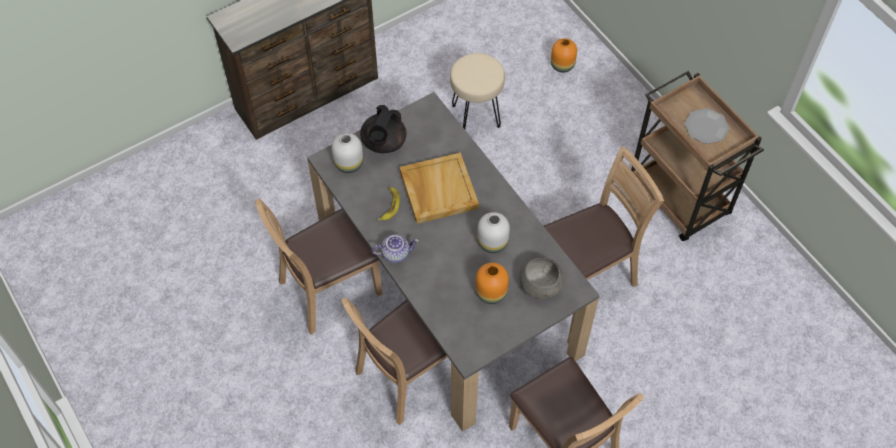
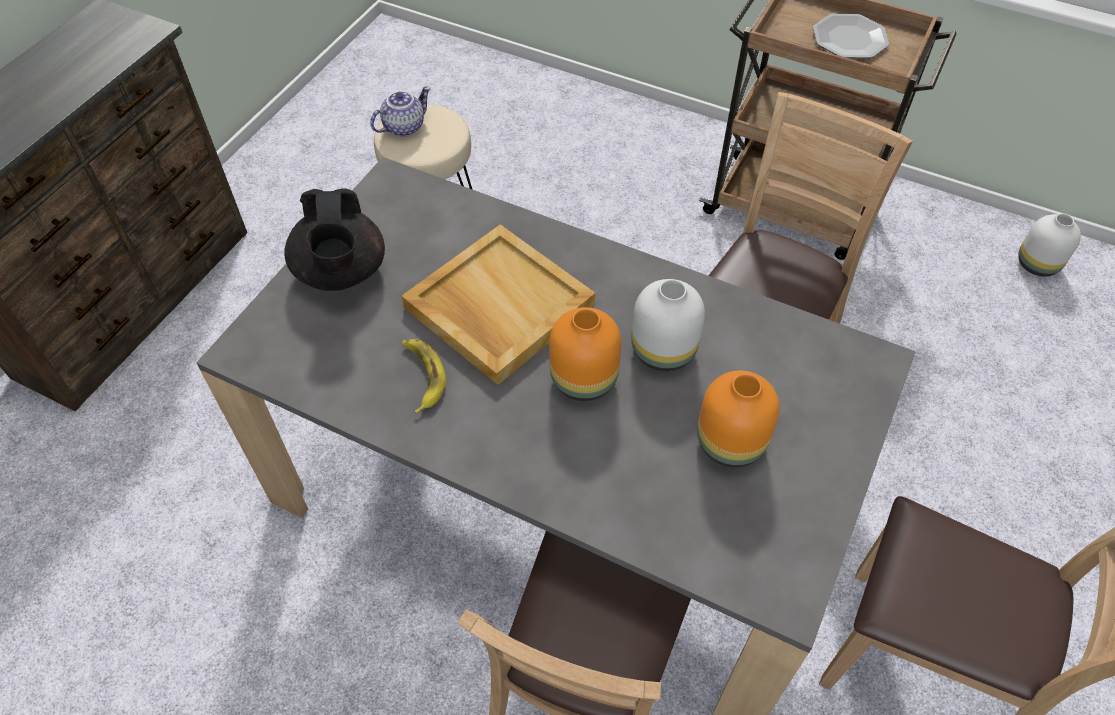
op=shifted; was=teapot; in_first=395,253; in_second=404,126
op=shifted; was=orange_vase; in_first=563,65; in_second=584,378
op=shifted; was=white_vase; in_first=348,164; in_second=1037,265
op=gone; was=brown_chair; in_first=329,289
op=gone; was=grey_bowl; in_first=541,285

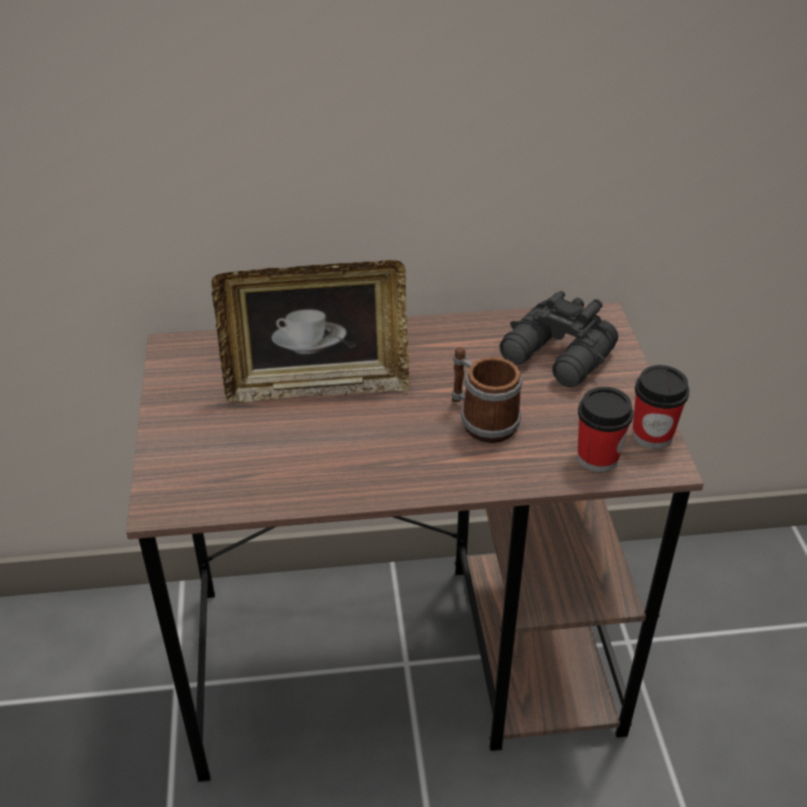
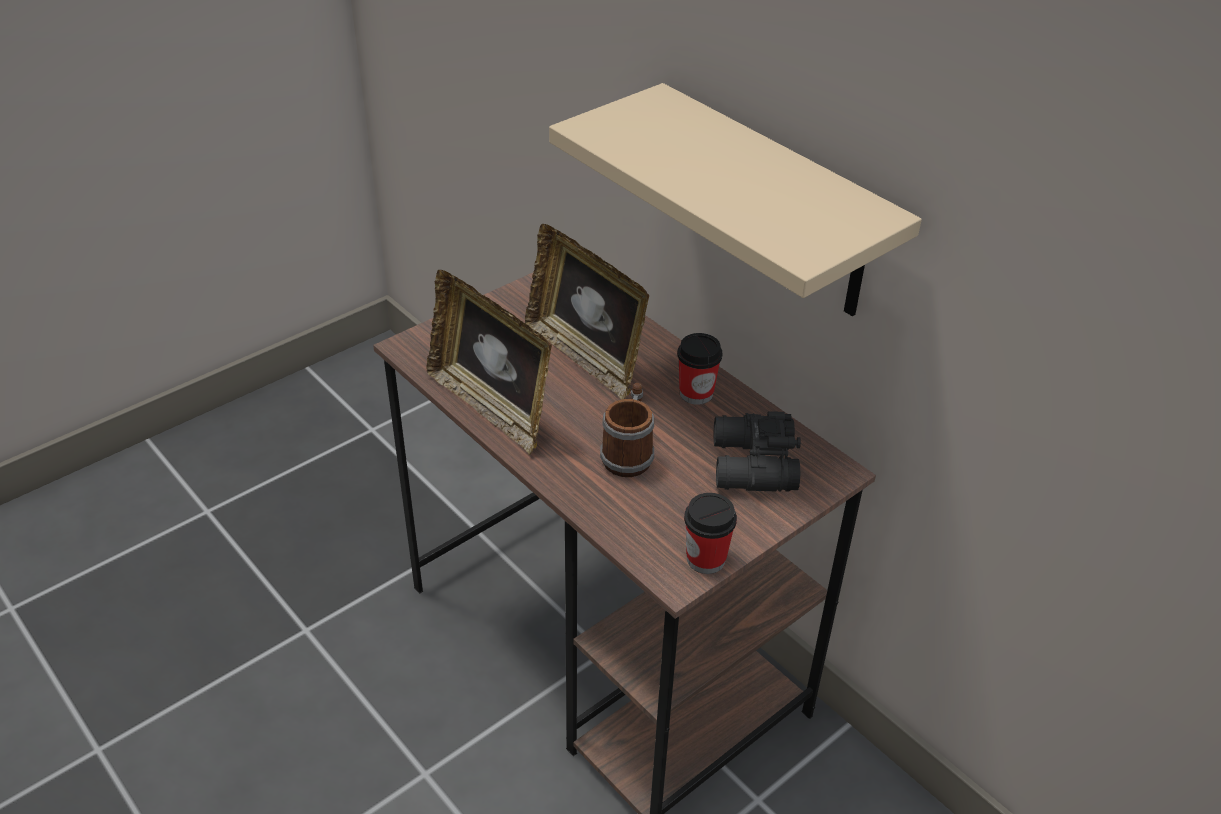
op=new; now=picture_frame; in_second=491,407
op=new; now=beige_shelf; in_second=774,205
op=shifted; was=cup; in_first=597,458; in_second=696,393

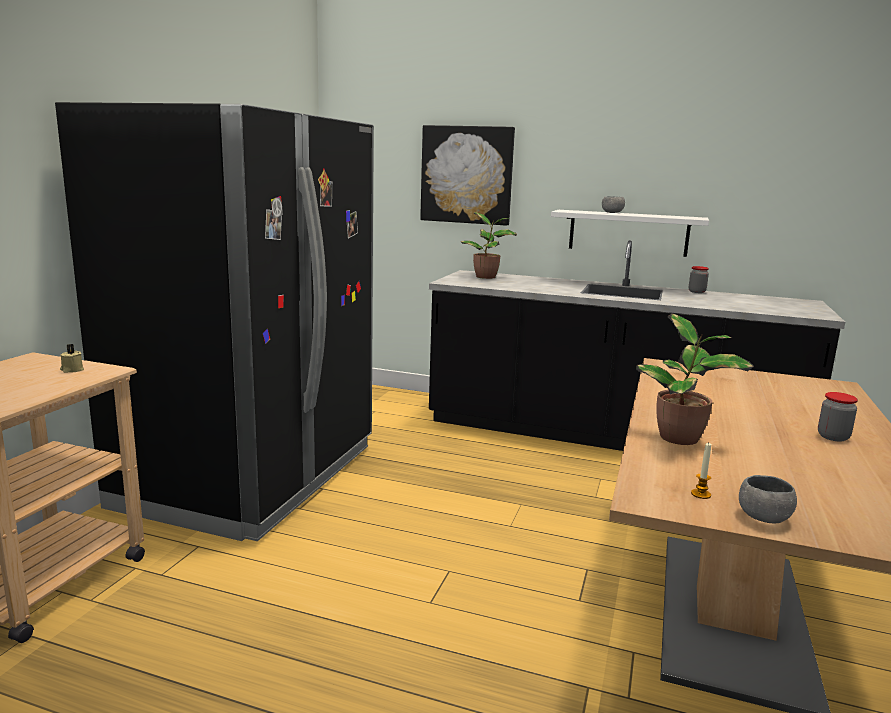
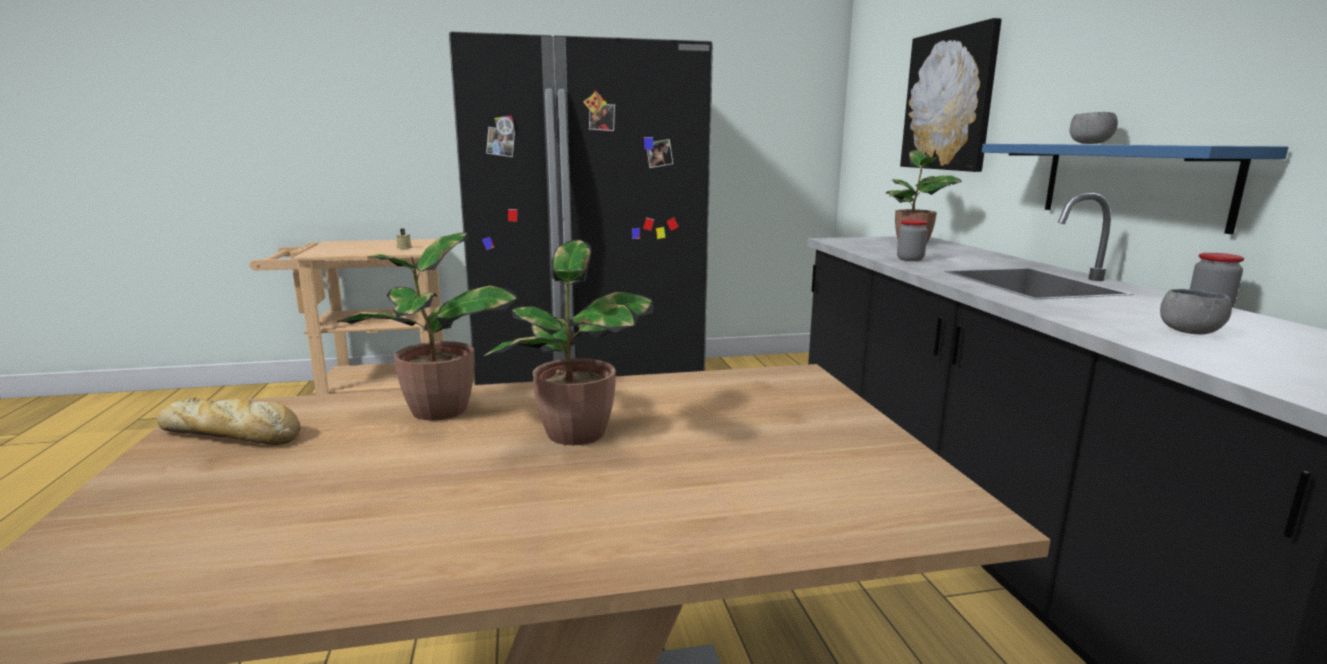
op=swapped; was=candle; now=bread; in_first=700,494; in_second=233,434
op=new; now=potted_plant; in_second=576,435
op=shifted; was=jar; in_first=833,437; in_second=910,259
op=repainted; was=white_shelf; now=blue_shelf; in_first=628,233; in_second=1133,183
op=shifted; was=grey_bowl; in_first=763,518; in_second=1189,332

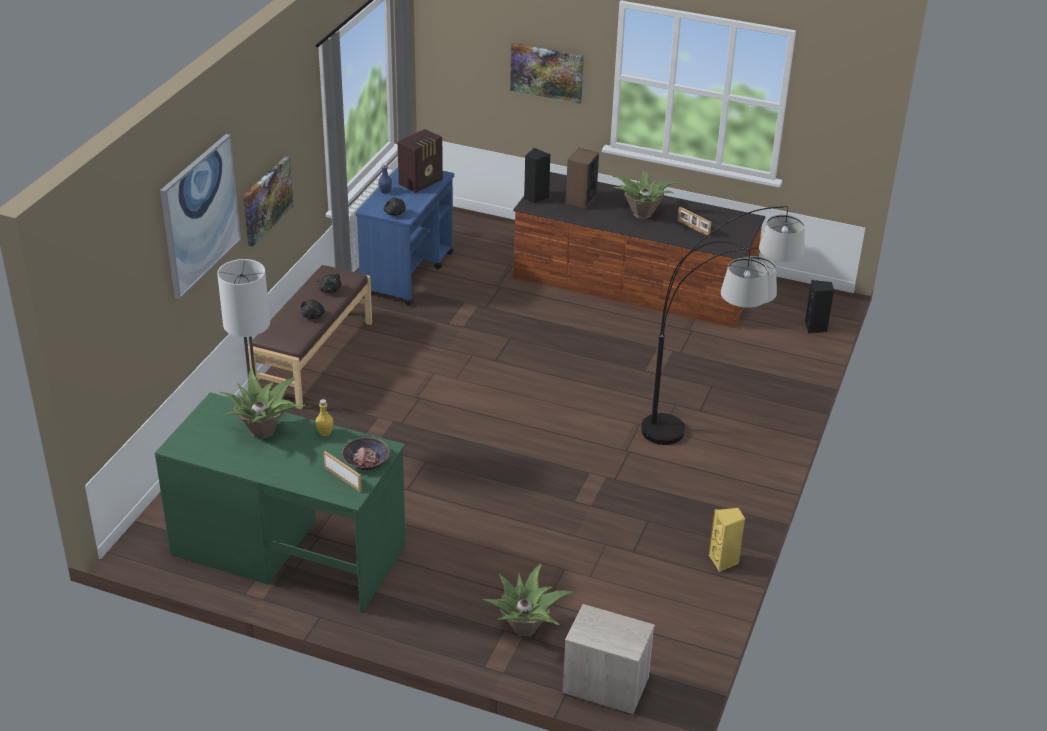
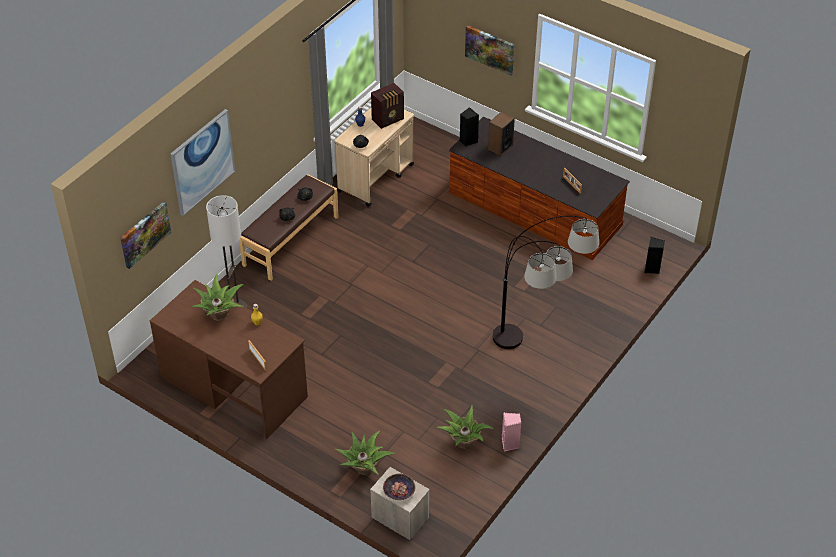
op=shifted; was=picture; in_first=266,200; in_second=144,234
op=repainted; was=green_desk; now=brown_desk; in_first=288,549; in_second=234,386
op=repainted; was=blue_cart; now=beige_cart; in_first=407,273; in_second=376,177
op=shifted; was=bowl; in_first=366,460; in_second=399,491
op=shifted; was=potted_plant; in_first=641,214; in_second=463,442
op=repainted; was=yellow_speaker; now=pink_speaker; in_first=724,561; in_second=510,444

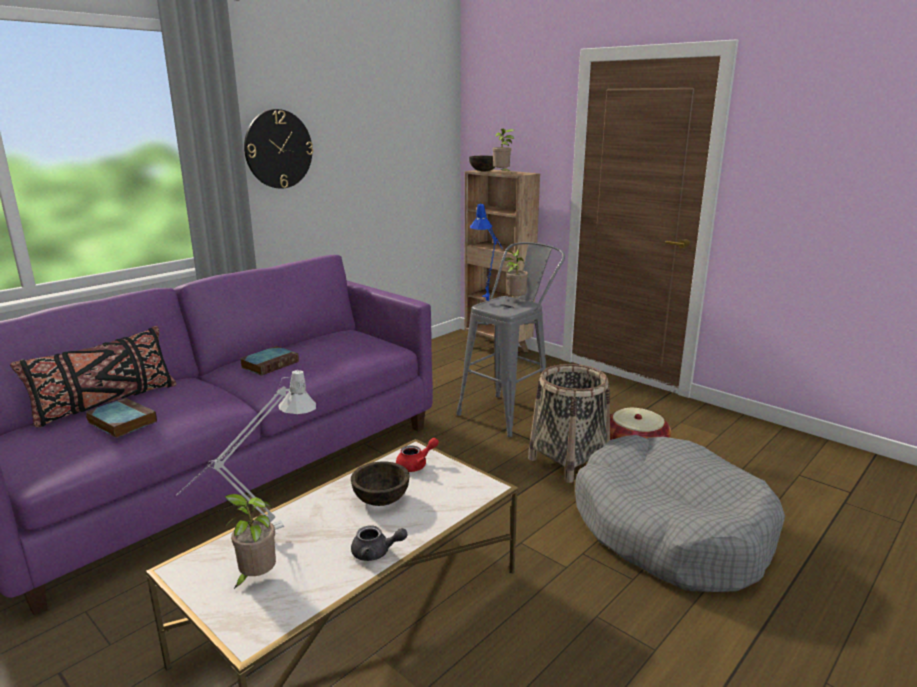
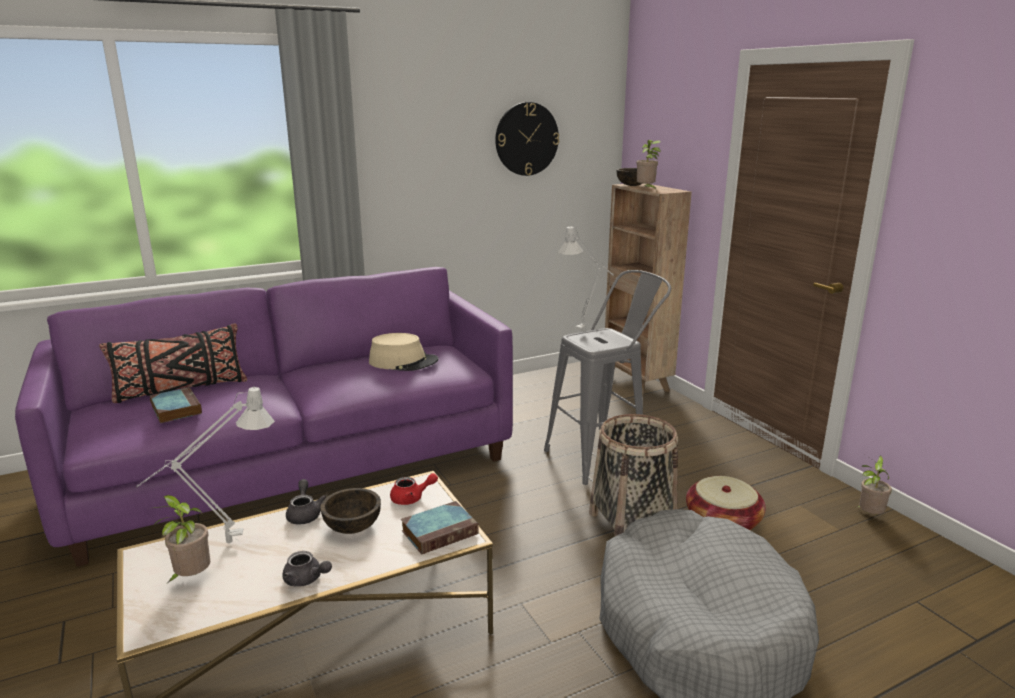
op=new; now=grey_teapot; in_second=305,514
op=new; now=beige_hat; in_second=403,362
op=shifted; was=book; in_first=270,364; in_second=440,531
op=shifted; was=wall_clock; in_first=278,149; in_second=526,139
op=repainted; was=blue_table_lamp; now=grey_table_lamp; in_first=489,300; in_second=586,331
op=shifted; was=potted_plant; in_first=515,300; in_second=868,515

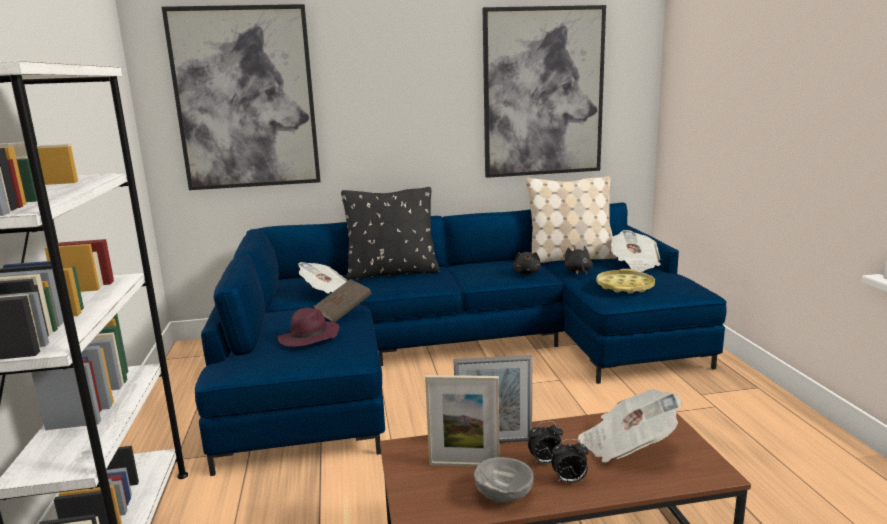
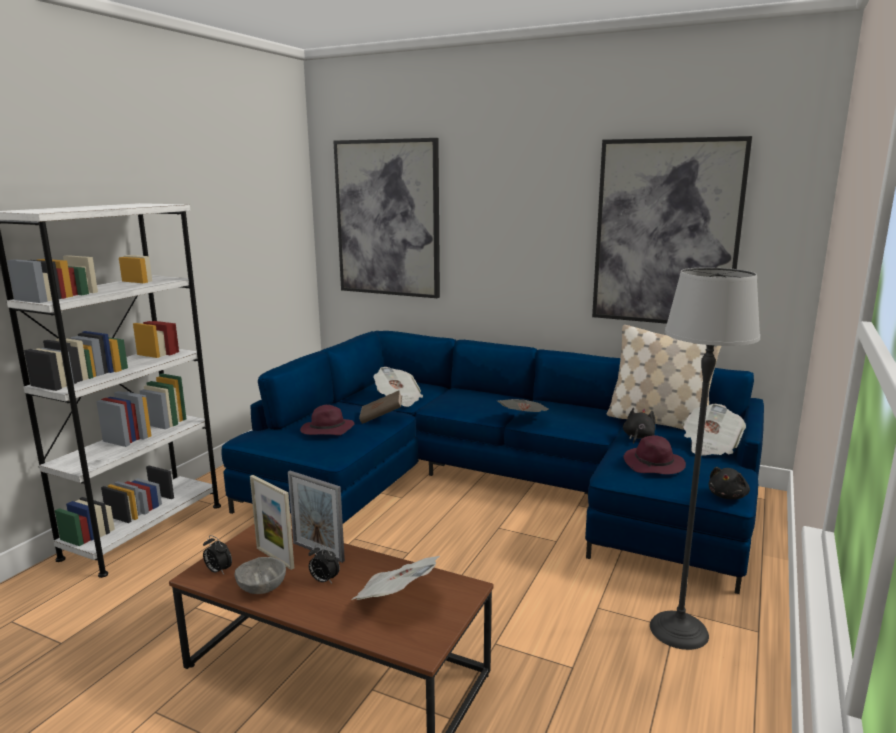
op=shifted; was=alarm_clock; in_first=569,481; in_second=218,571
op=new; now=newspaper; in_second=523,419
op=swapped; was=yellow_tray; now=purple_hat; in_first=625,286; in_second=654,465
op=new; now=floor_lamp; in_second=679,630
op=shifted; was=black_plush_toy; in_first=527,273; in_second=728,496
op=gone; was=black_pillow; in_first=392,273

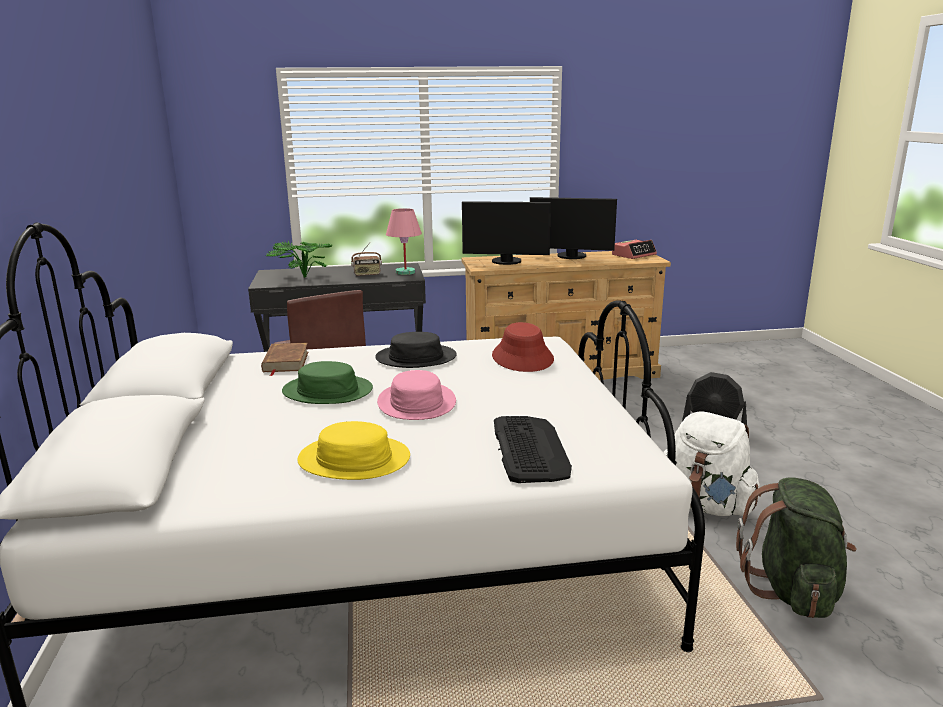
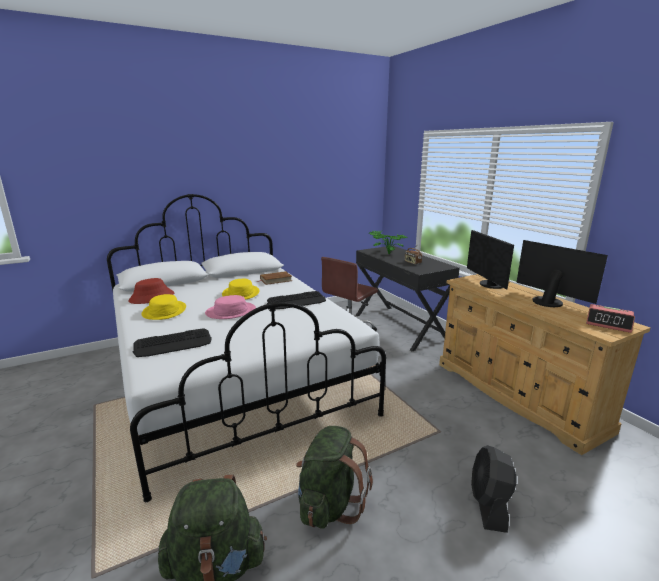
op=shifted; was=red_hat; in_first=523,358; in_second=152,297
op=repainted; was=green_hat; now=yellow_hat; in_first=328,391; in_second=241,293
op=swapped; was=black_hat; now=keyboard; in_first=416,357; in_second=297,301
op=repainted; was=white_backpack; now=green_backpack; in_first=705,505; in_second=329,504
op=rotated; was=monitor; in_first=571,256; in_second=548,301; clockwise=150
op=gone; was=pink_table_lamp; in_first=405,272

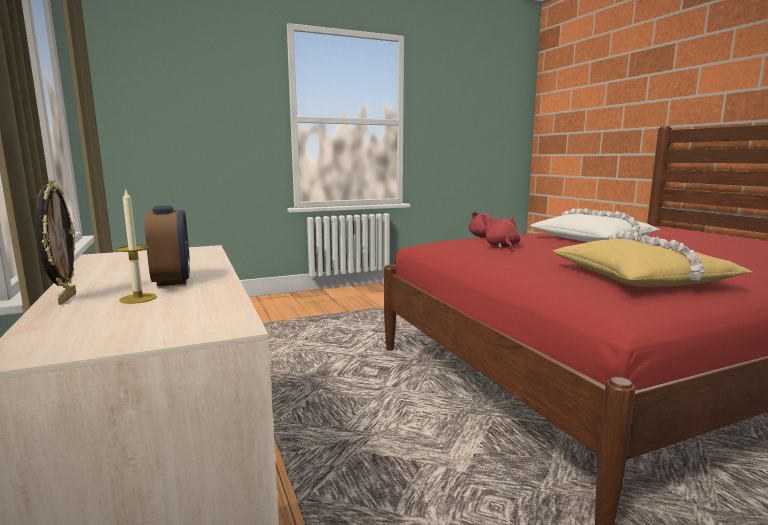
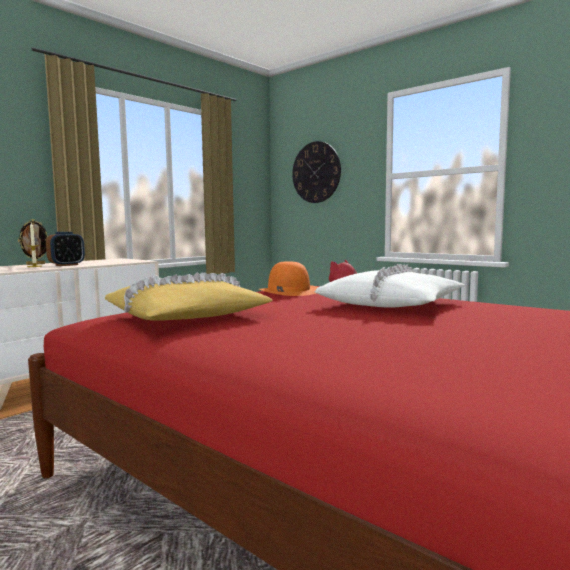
op=swapped; was=red_plush_toy; now=orange_hat; in_first=502,246; in_second=288,291
op=new; now=wall_clock; in_second=316,172

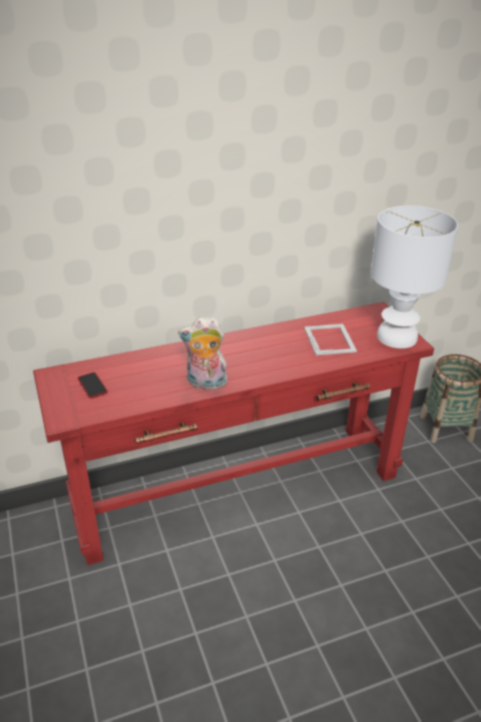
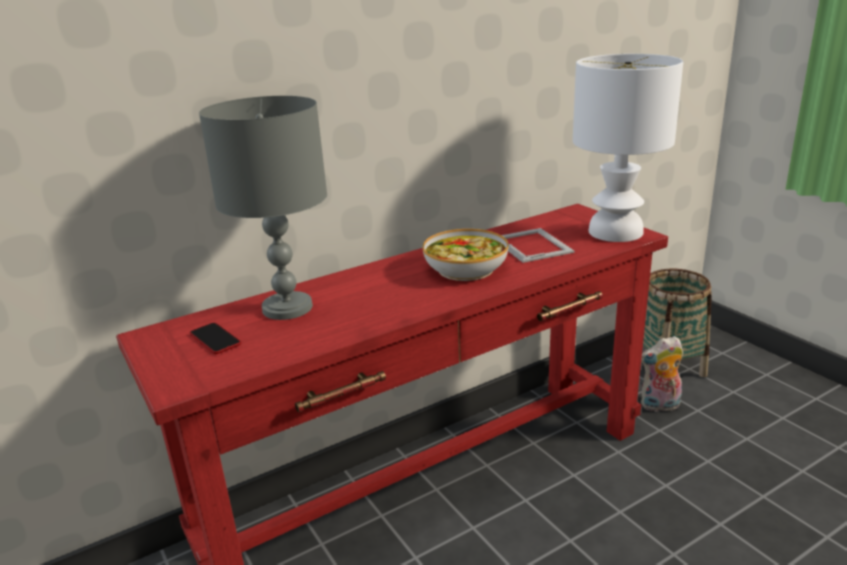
op=new; now=grey_table_lamp; in_second=288,307
op=new; now=bowl; in_second=466,268
op=shifted; was=plush_toy; in_first=205,384; in_second=659,406

